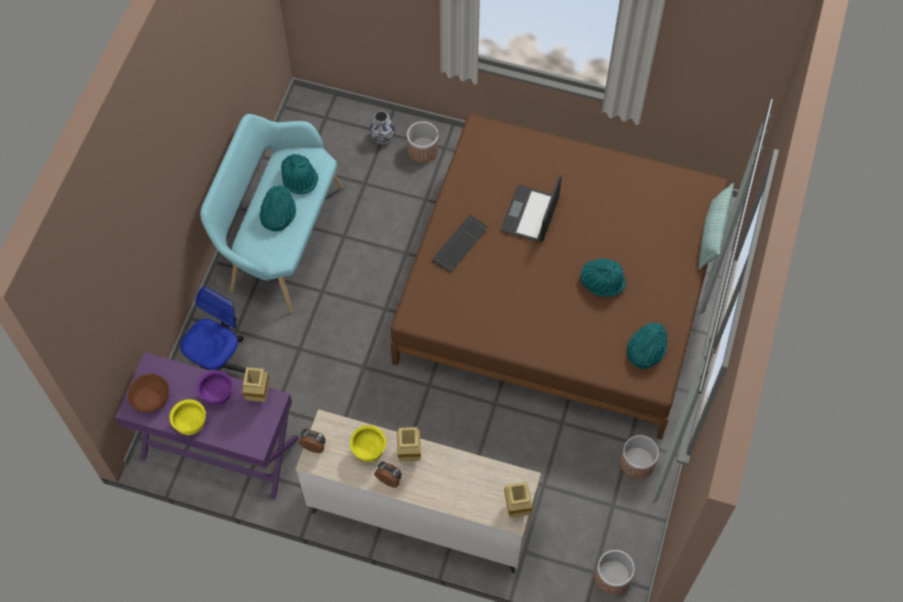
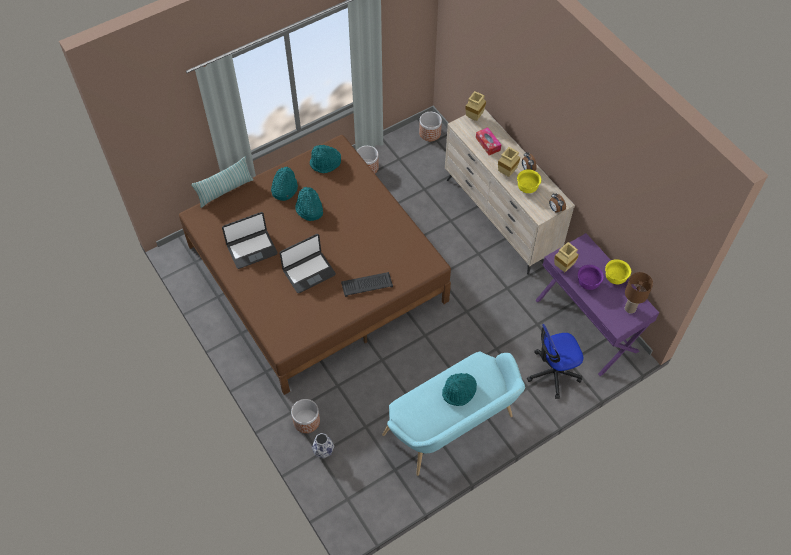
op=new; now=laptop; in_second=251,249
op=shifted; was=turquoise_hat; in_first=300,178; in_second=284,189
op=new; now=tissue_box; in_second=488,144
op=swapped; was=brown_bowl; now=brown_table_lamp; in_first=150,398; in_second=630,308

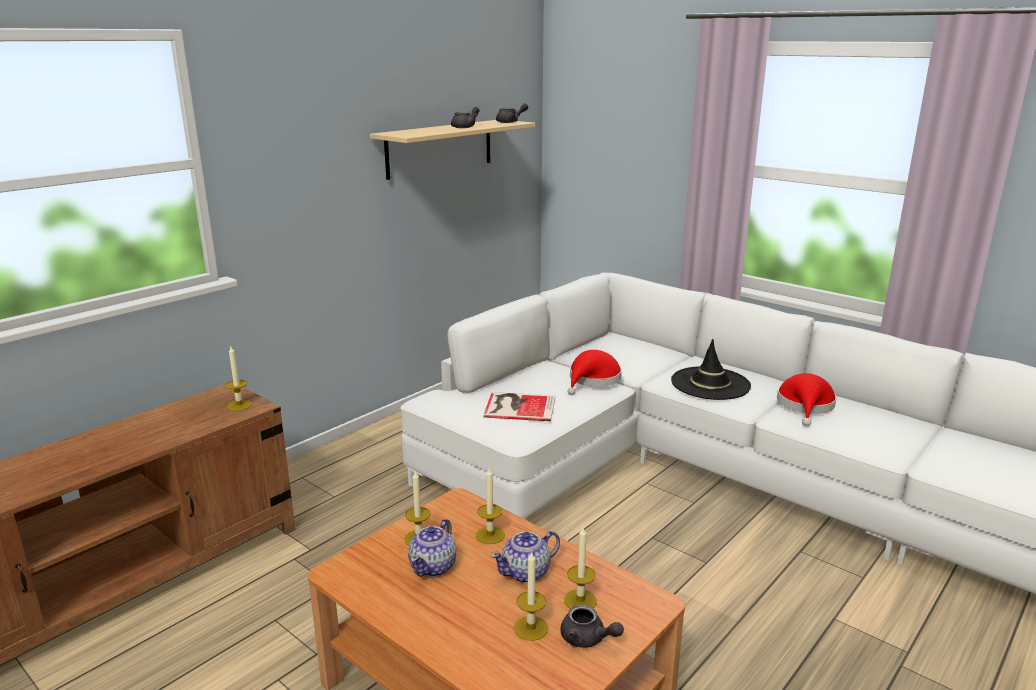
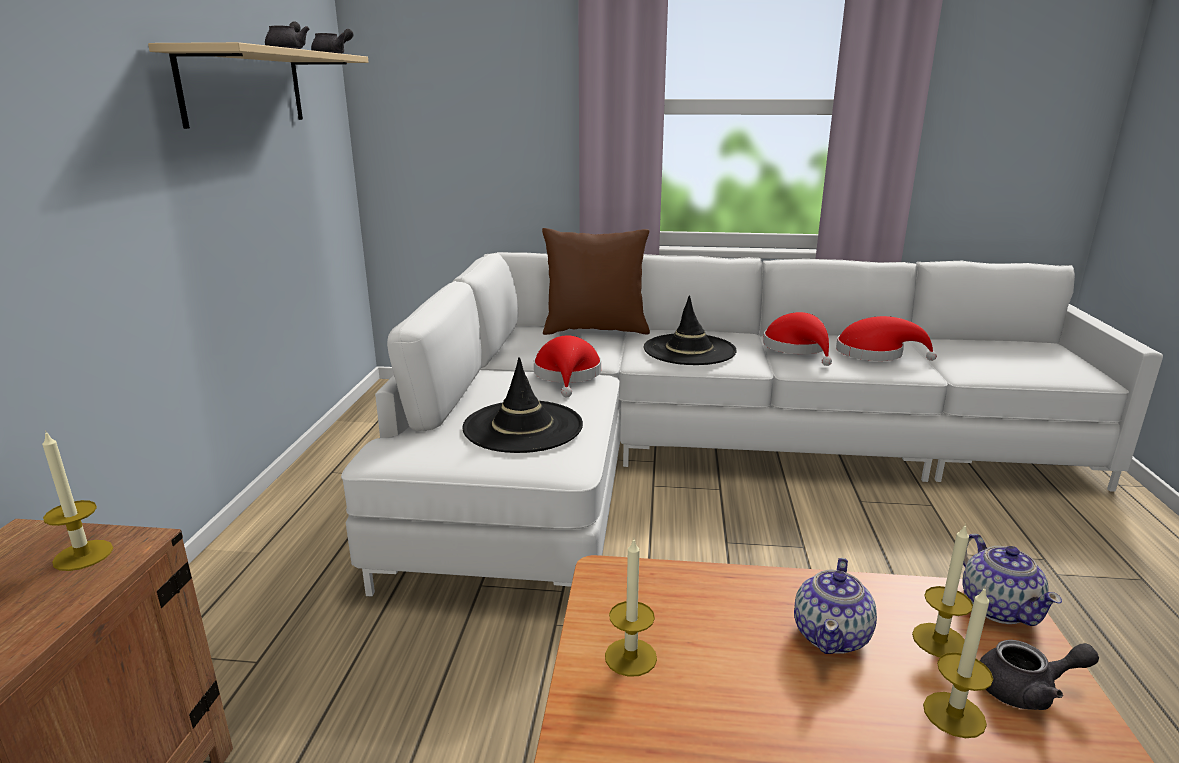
op=swapped; was=book; now=black_hat; in_first=518,406; in_second=523,427
op=new; now=brown_pillow; in_second=595,330
op=new; now=red_hat; in_second=875,353
op=shifted; was=teapot; in_first=434,566; in_second=998,607
op=gone; was=candle; in_first=490,535

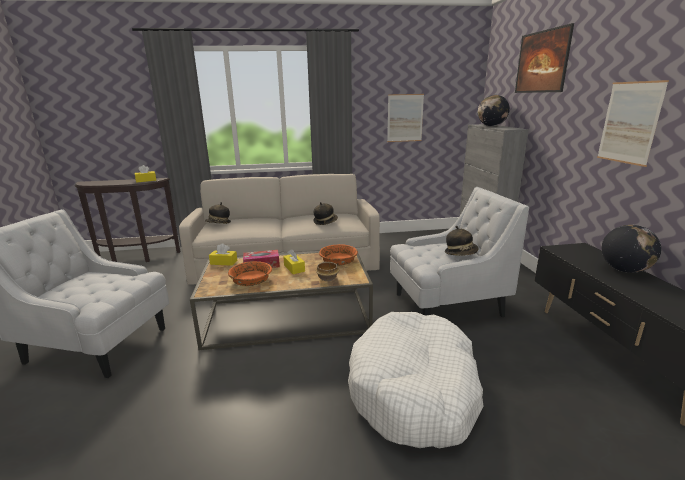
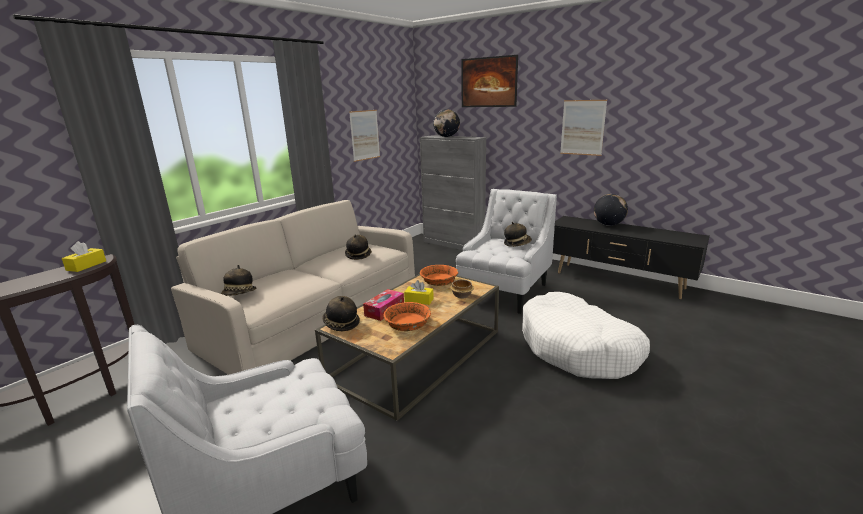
op=swapped; was=yellow_tissue_box; now=hat; in_first=223,262; in_second=341,324

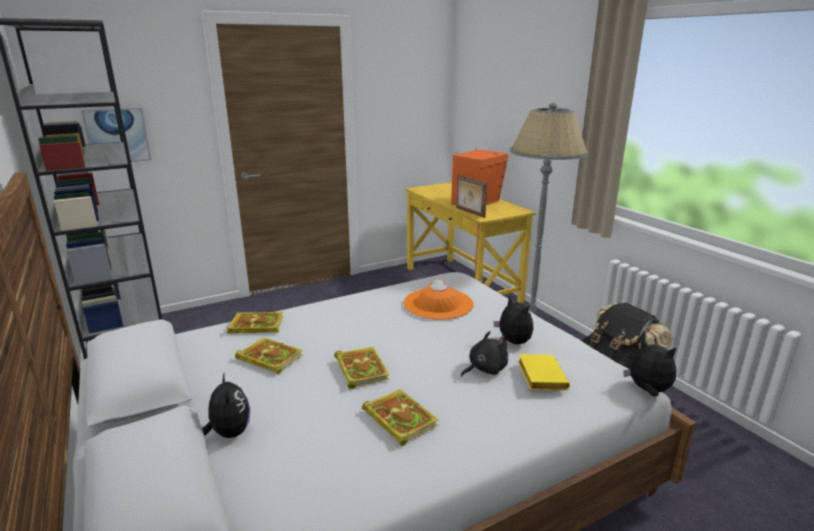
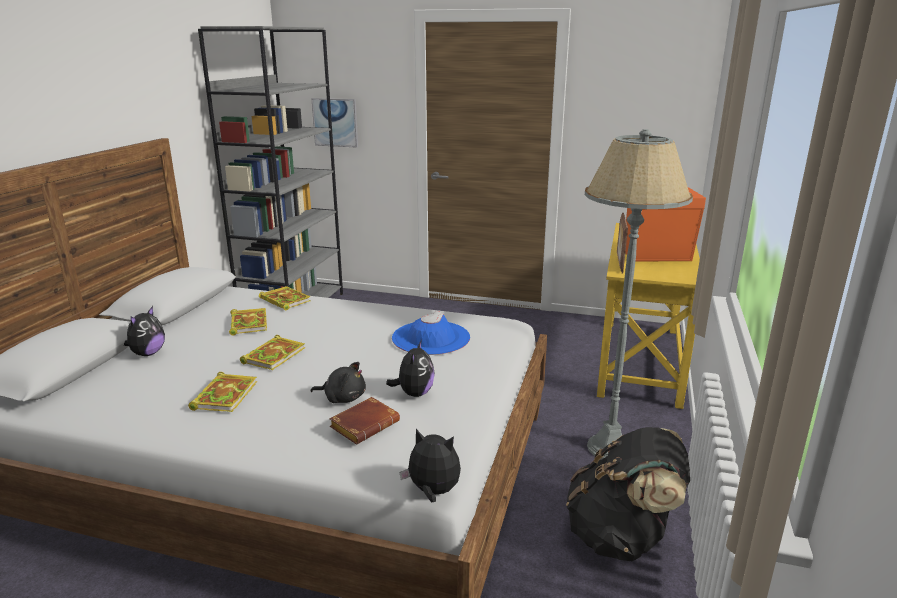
op=repainted; was=yellow_book; now=brown_book; in_first=539,376; in_second=365,424
op=repainted; was=orange_hat; now=blue_hat; in_first=438,304; in_second=430,338
op=rotated; was=plush_toy; in_first=648,390; in_second=433,492; clockwise=-60

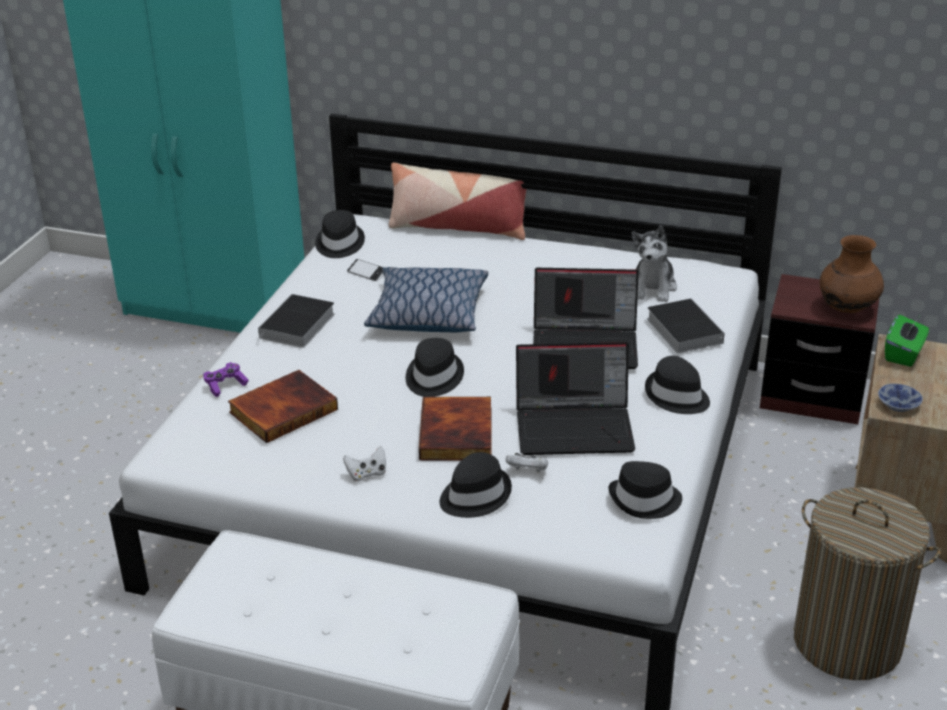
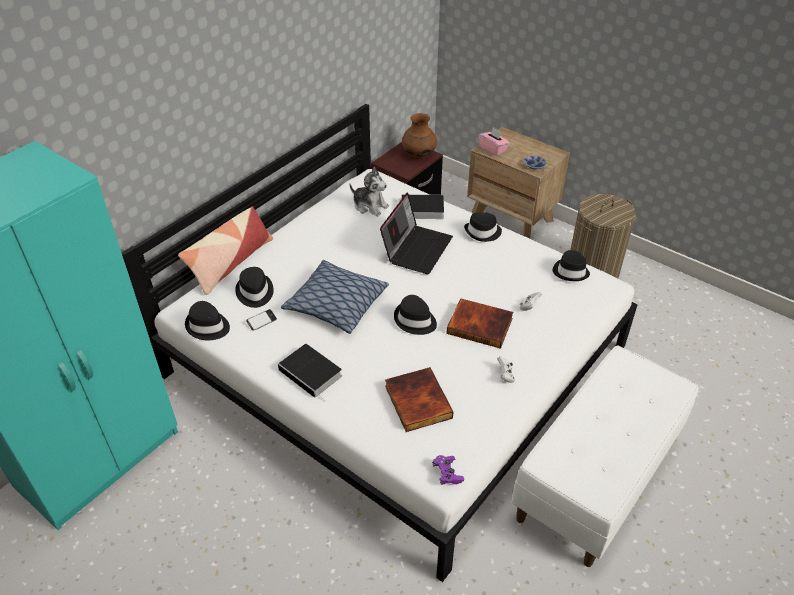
op=shifted; was=black_hat; in_first=474,495; in_second=254,292
op=shifted; was=purple_game_controller; in_first=225,385; in_second=447,473
op=repainted; was=green_tissue_box; now=pink_tissue_box; in_first=903,354; in_second=493,149
op=gone; was=laptop; in_first=575,427

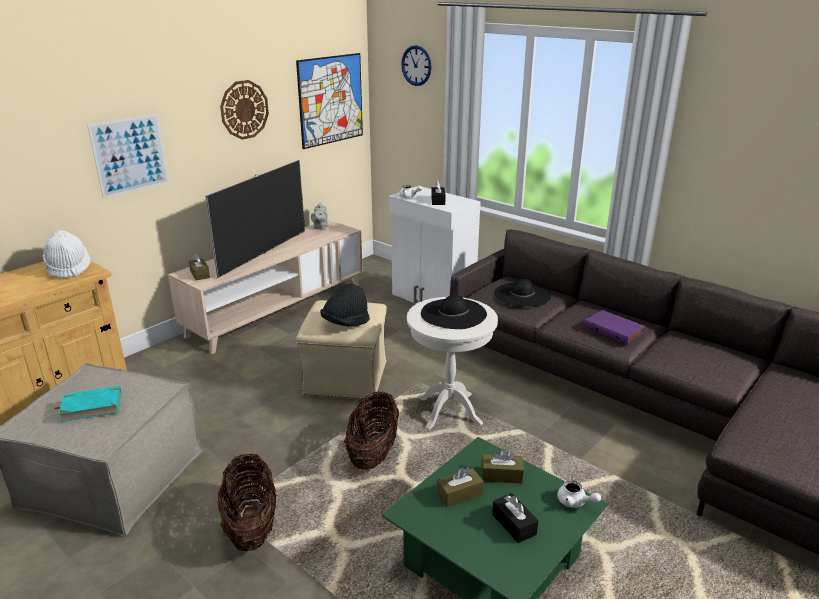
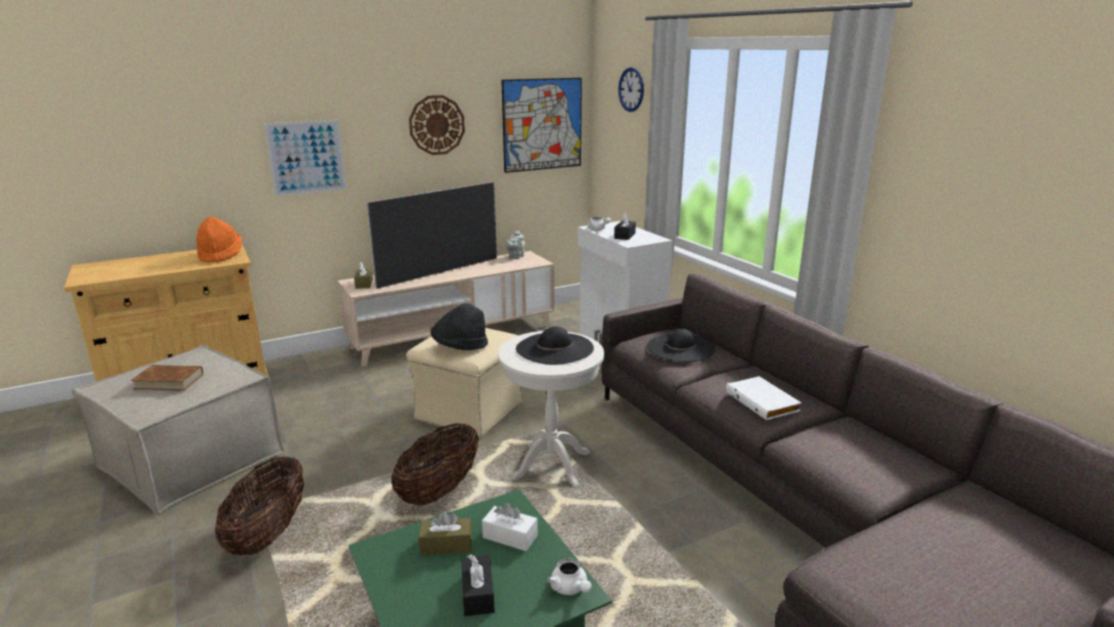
op=repainted; was=turquoise_book; now=brown_book; in_first=91,407; in_second=169,381
op=repainted; was=white_hat; now=orange_hat; in_first=68,268; in_second=220,255
op=repainted; was=brown_tissue_box; now=white_tissue_box; in_first=501,475; in_second=510,536
op=repainted; was=purple_book; now=white_book; in_first=614,329; in_second=763,401

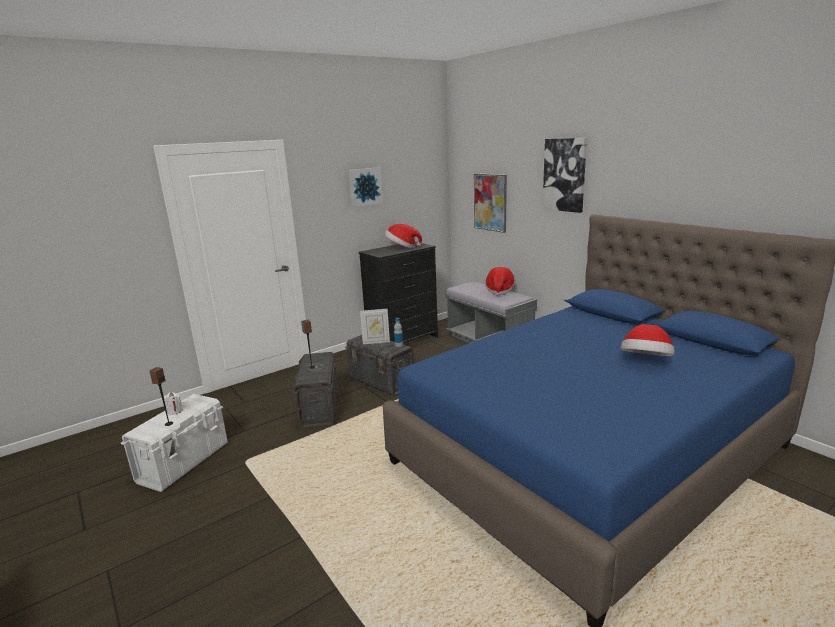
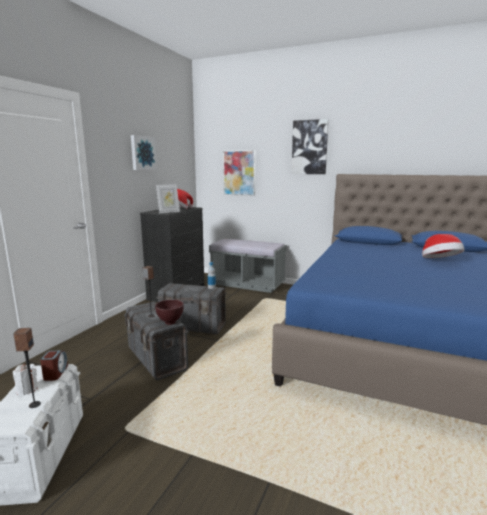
op=new; now=alarm_clock; in_second=55,373
op=new; now=brown_bowl; in_second=170,322
op=shifted; was=picture_frame; in_first=376,342; in_second=168,212
op=gone; was=hat; in_first=499,291

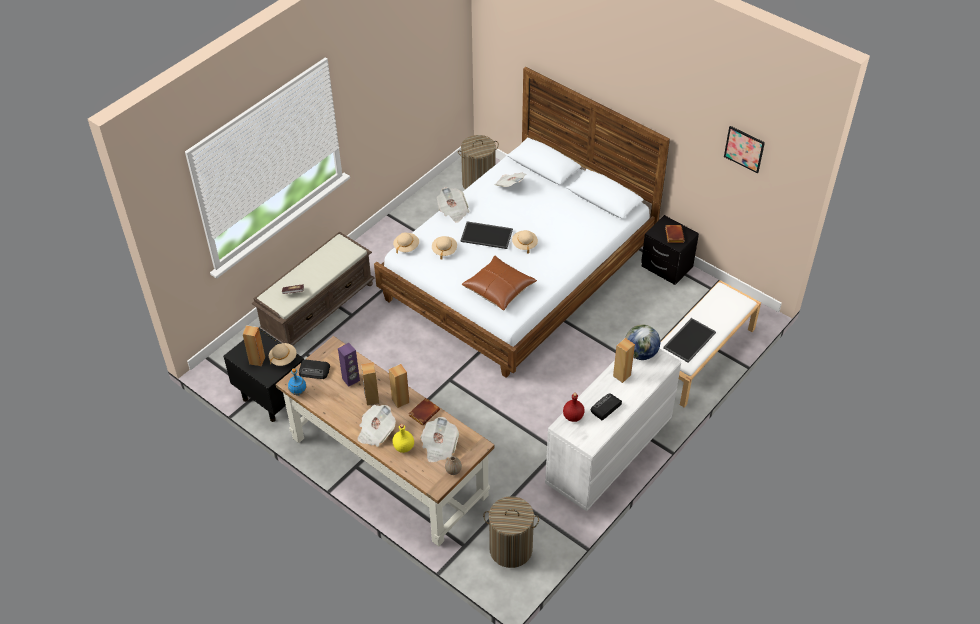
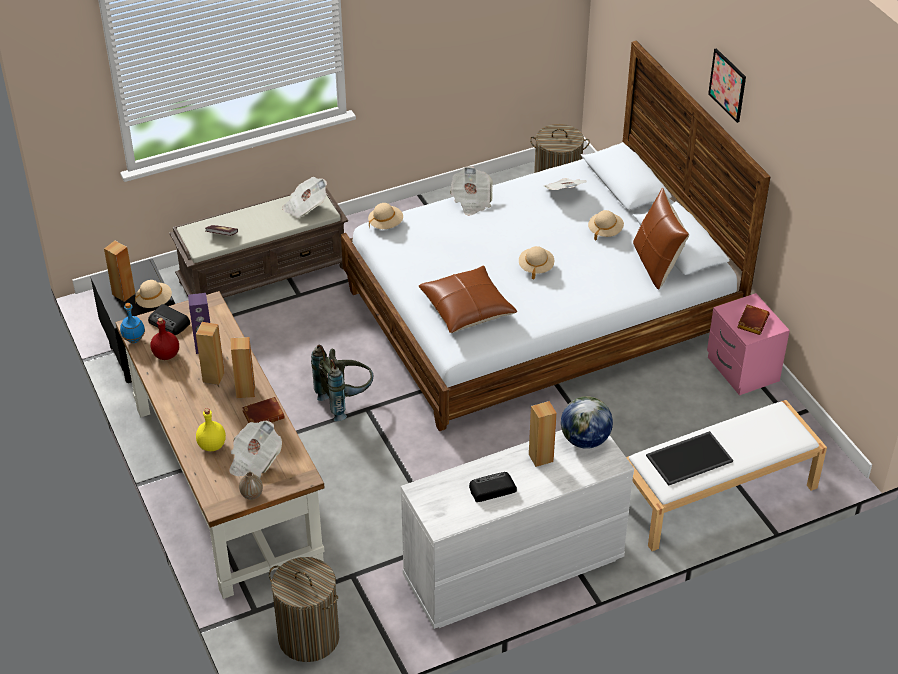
op=shifted; was=red_bottle; in_first=573,417; in_second=165,355
op=shifted; was=newspaper; in_first=376,432; in_second=305,207
op=new; now=grey_backpack; in_second=345,401
op=shifted; was=beige_hat; in_first=444,250; in_second=605,231
op=new; now=brown_pillow; in_second=656,264
op=repainted; was=black_nightstand; now=pink_nightstand; in_first=666,267; in_second=741,370
op=shifted; was=picture; in_first=744,149; in_second=727,85
op=gone; was=tray; in_first=487,235

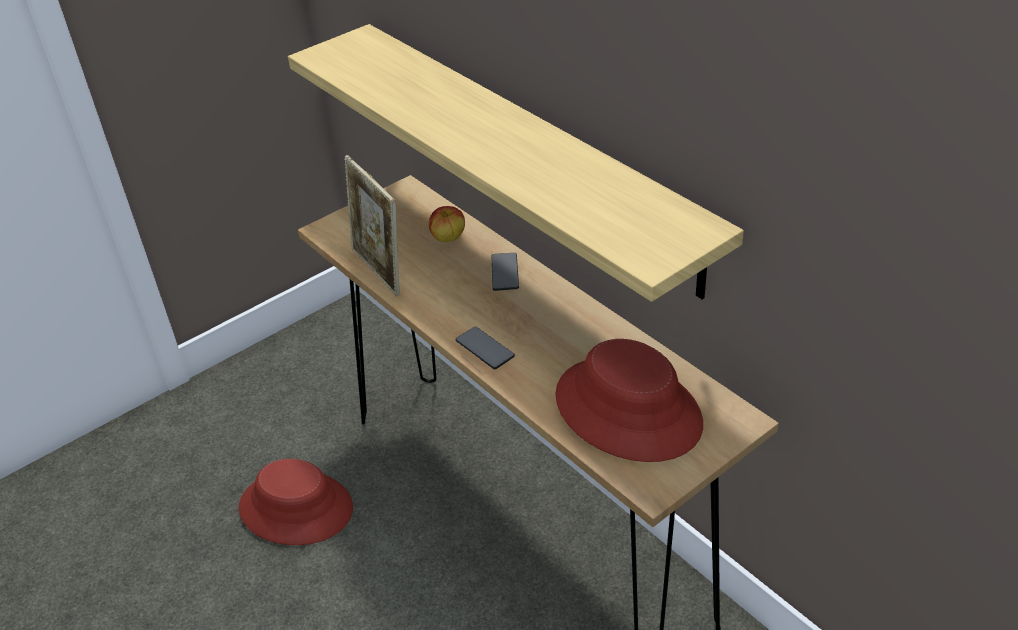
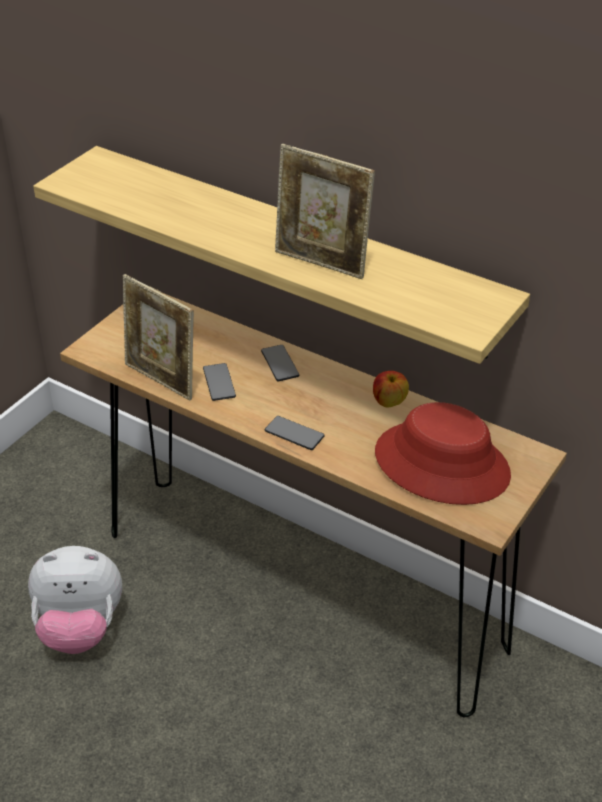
op=swapped; was=red_hat; now=plush_toy; in_first=296,508; in_second=80,629
op=new; now=phone; in_second=219,383
op=new; now=picture_frame; in_second=322,263
op=shifted; was=apple; in_first=448,237; in_second=389,402

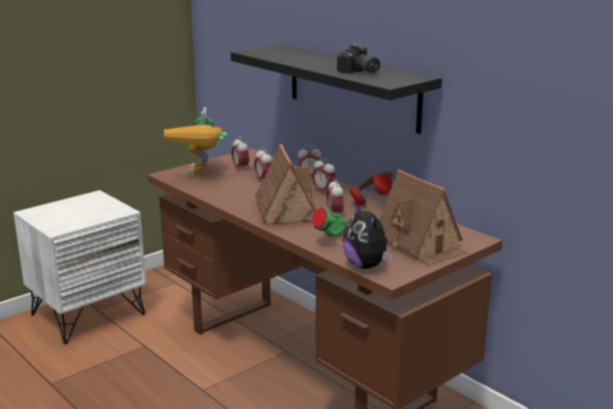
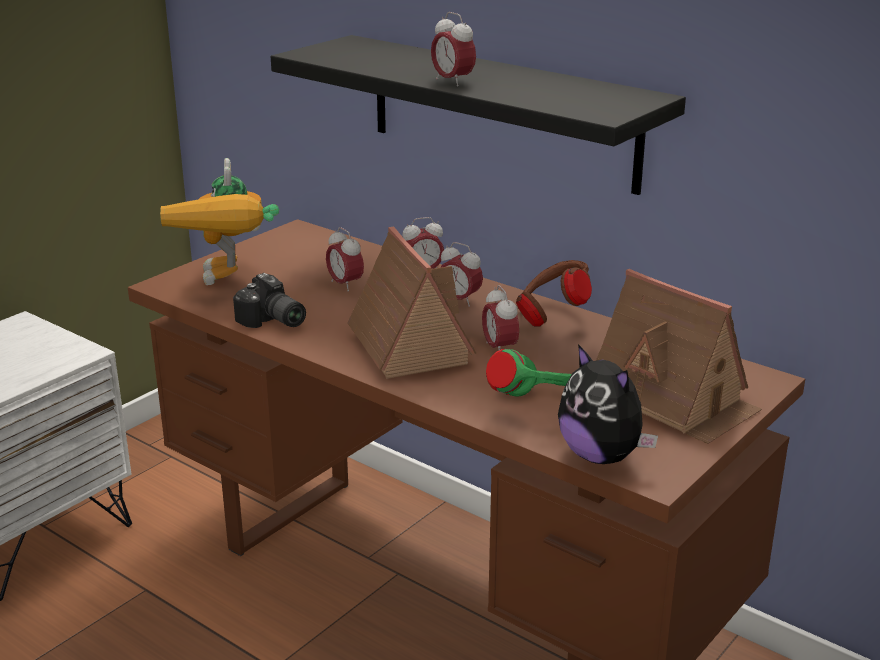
op=shifted; was=photo_camera; in_first=359,72; in_second=272,322
op=shifted; was=alarm_clock; in_first=240,168; in_second=452,81

